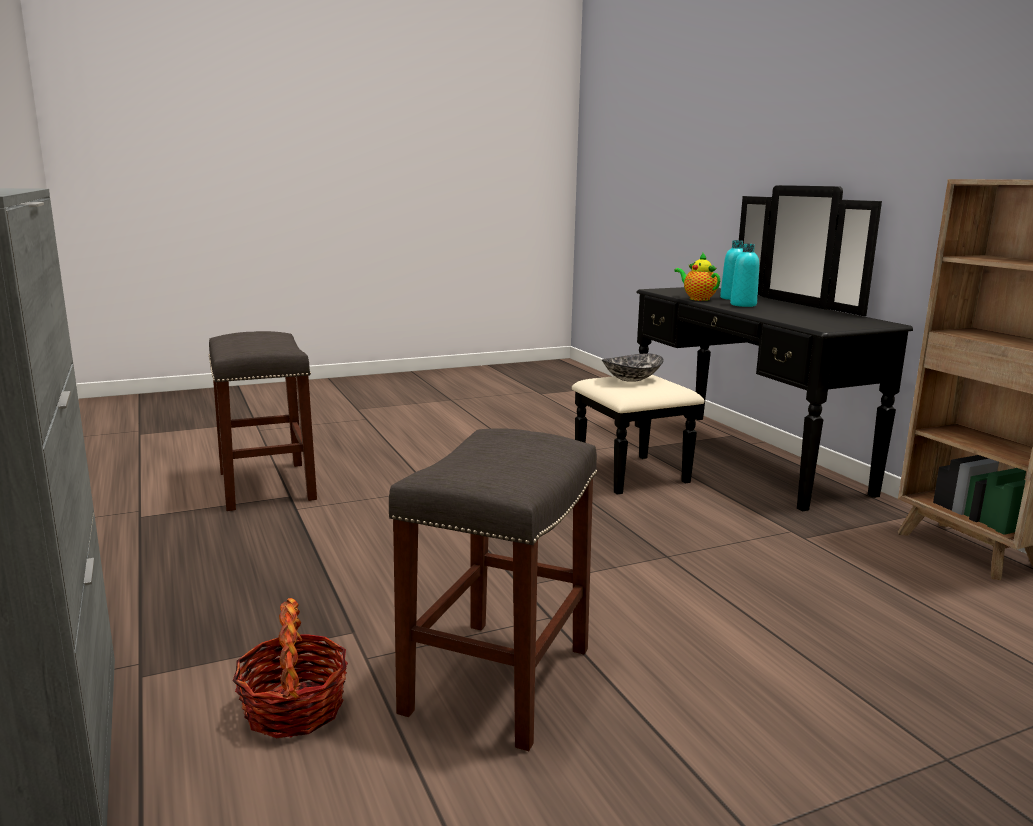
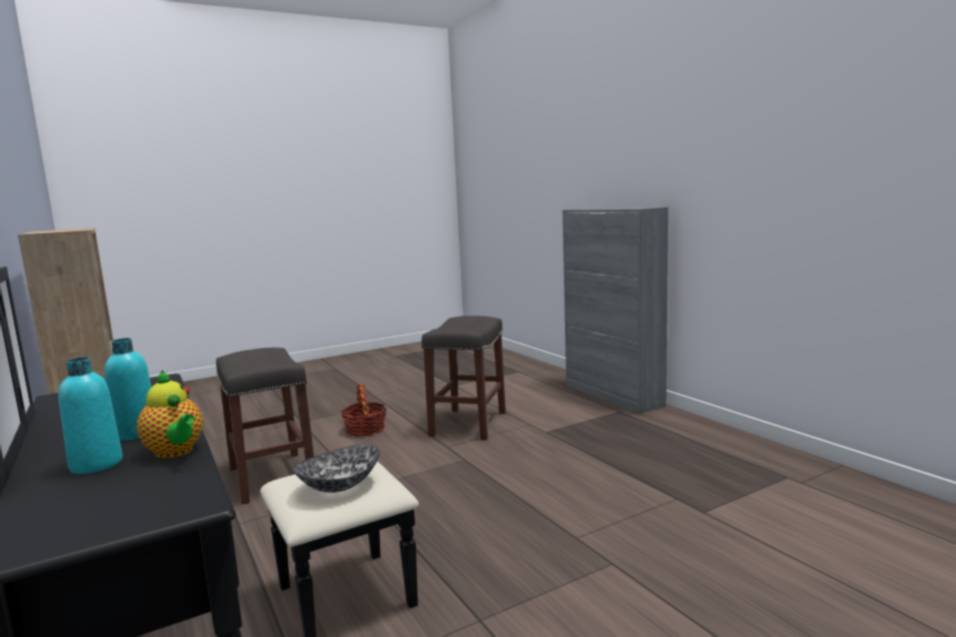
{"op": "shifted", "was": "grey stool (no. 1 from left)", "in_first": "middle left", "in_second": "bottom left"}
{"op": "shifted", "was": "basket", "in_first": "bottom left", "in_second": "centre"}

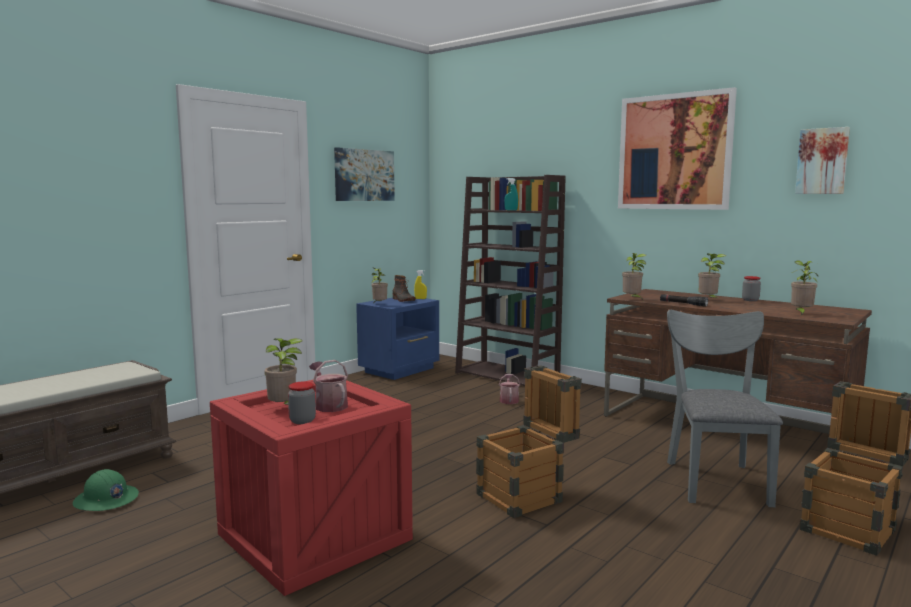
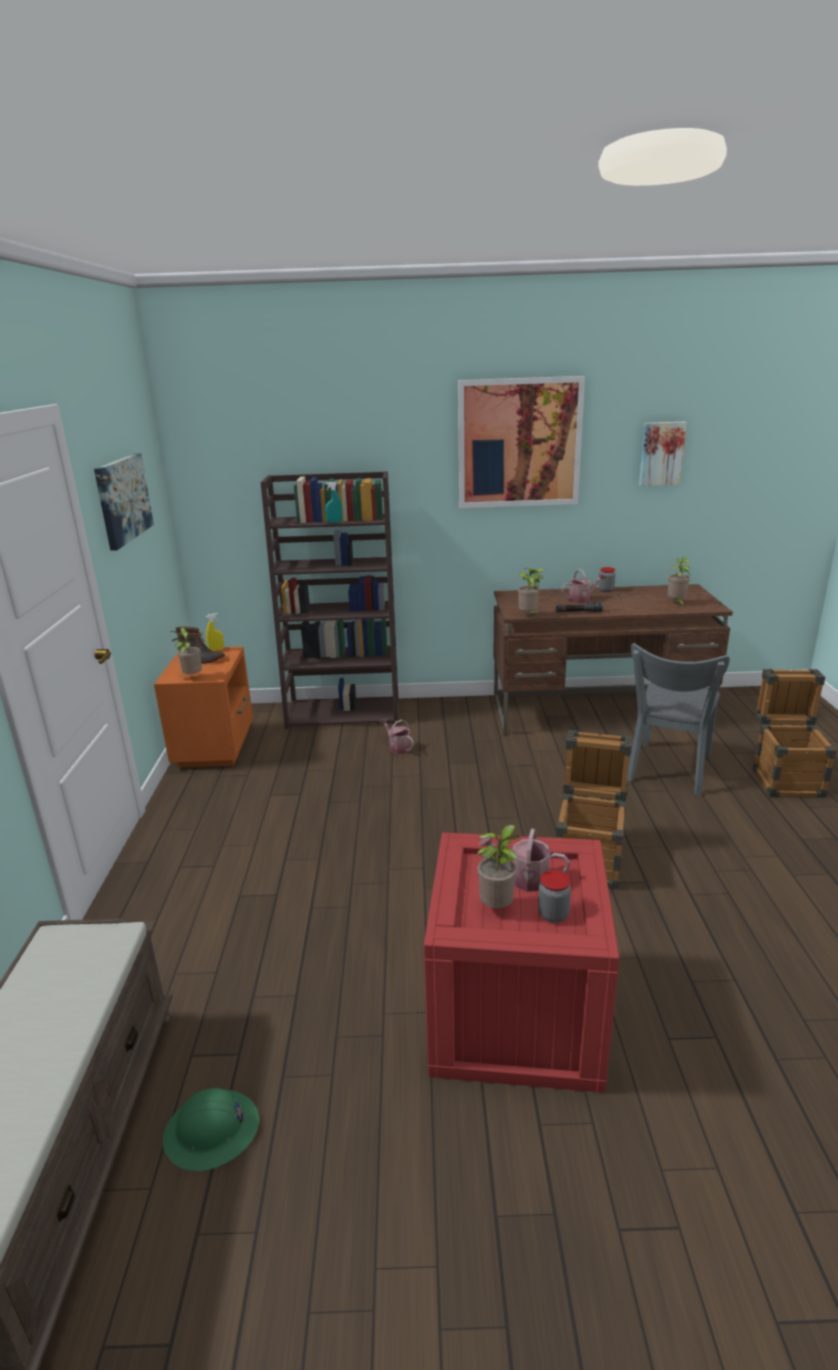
{"op": "repainted", "was": "blue nightstand", "now": "orange nightstand", "in_first": "centre", "in_second": "middle left"}
{"op": "swapped", "was": "potted plant (no. 4 from left)", "now": "watering can (no. 3 from left)", "in_first": "middle right", "in_second": "middle right"}
{"op": "rotated", "was": "grey chair", "in_first": "bottom right", "in_second": "middle right", "clockwise": -120}

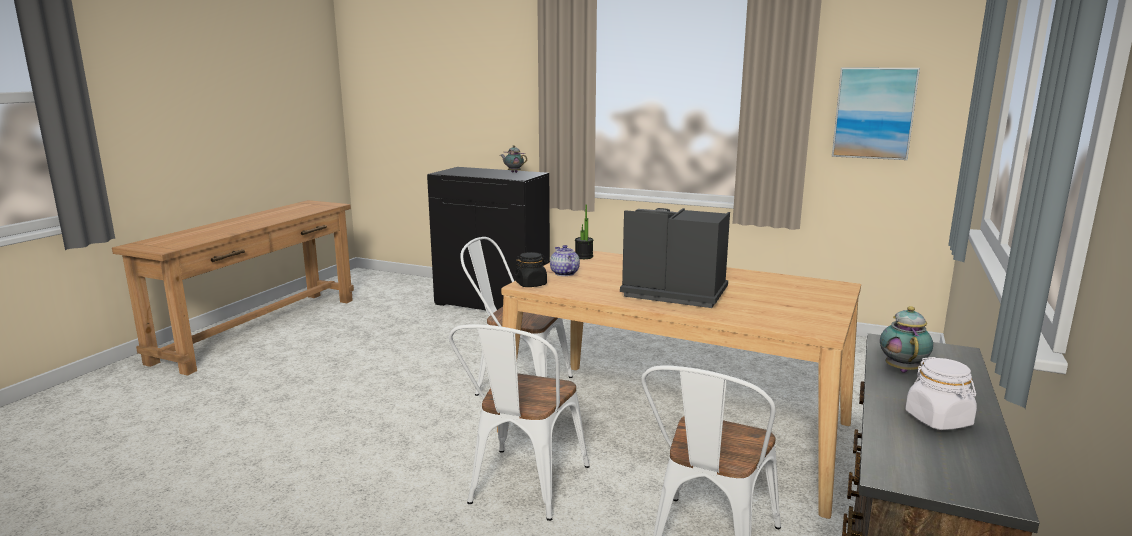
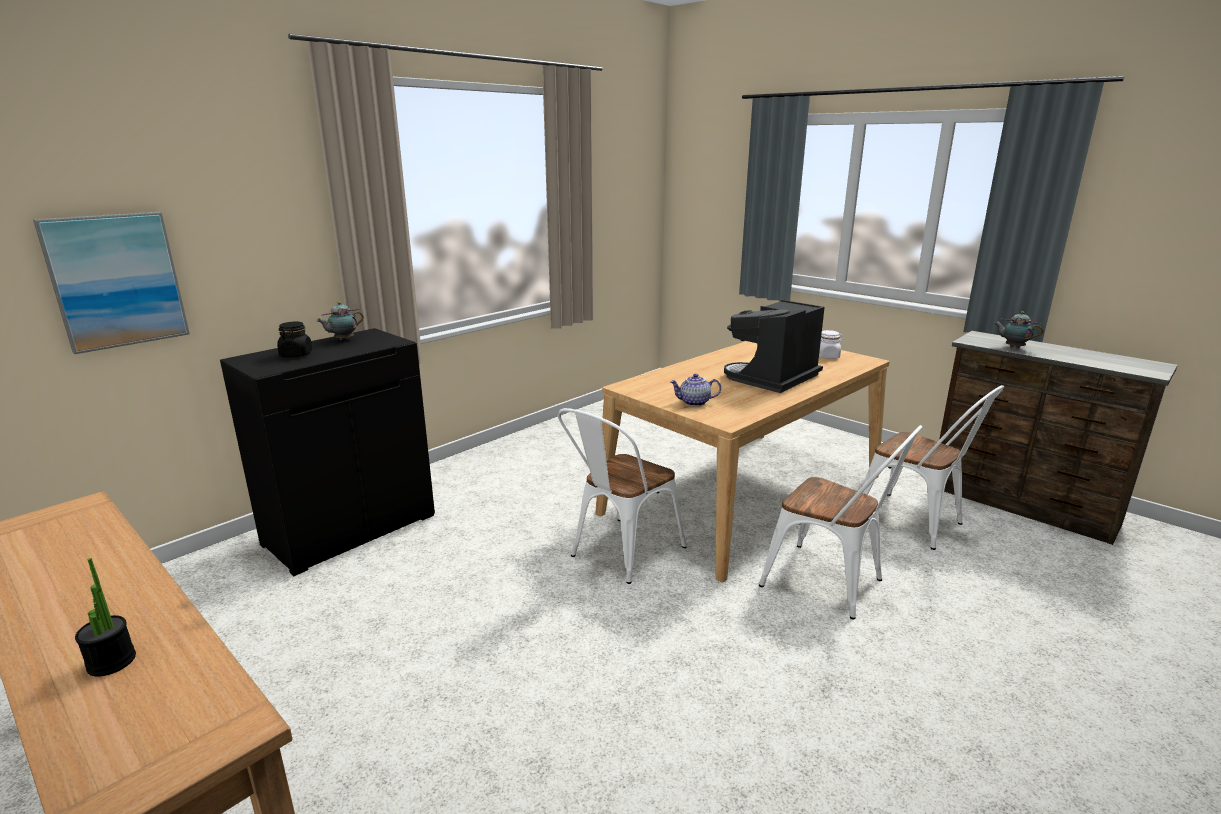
{"op": "shifted", "was": "picture", "in_first": "top right", "in_second": "middle left"}
{"op": "shifted", "was": "potted plant", "in_first": "centre", "in_second": "bottom left"}
{"op": "shifted", "was": "black jar", "in_first": "centre", "in_second": "middle left"}
{"op": "shifted", "was": "white jar", "in_first": "bottom right", "in_second": "middle right"}

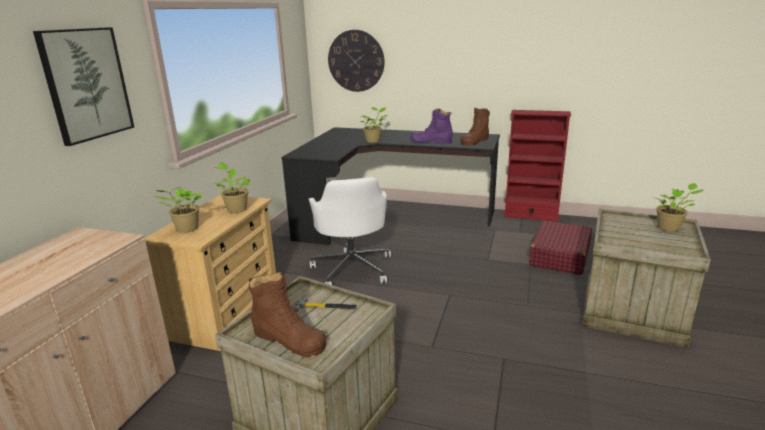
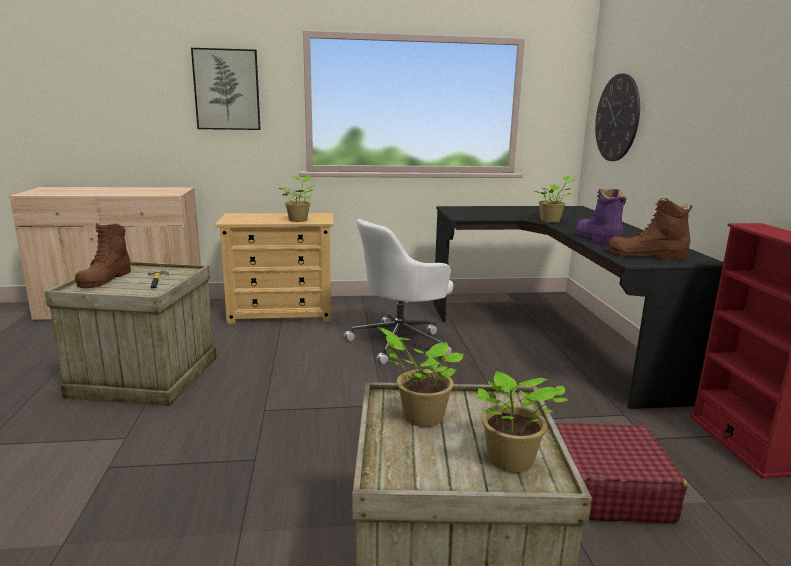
{"op": "shifted", "was": "potted plant (no. 1 from left in the first image)", "now": "potted plant (no. 2 from left)", "in_first": "middle left", "in_second": "centre"}

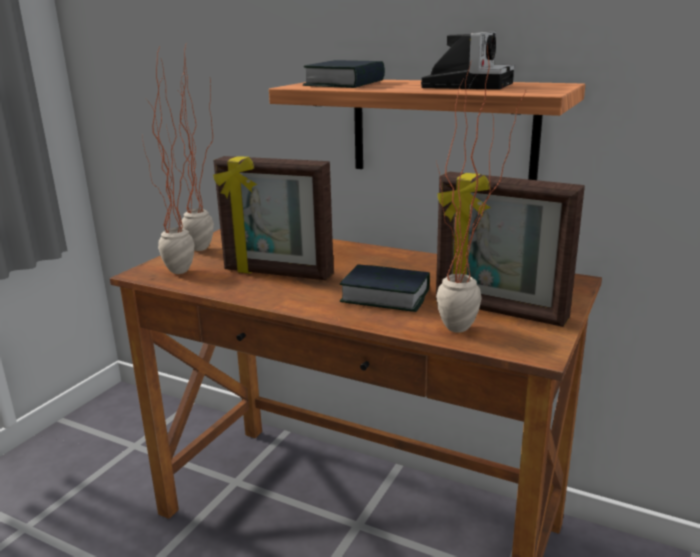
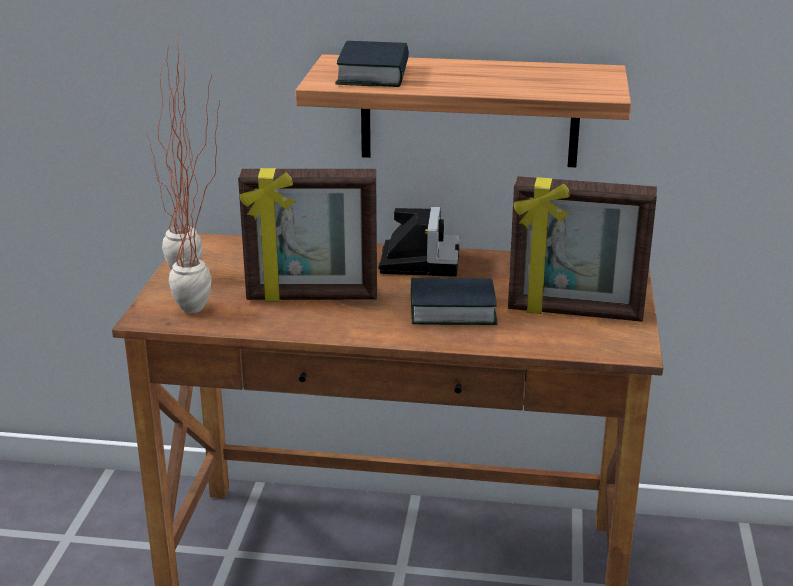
{"op": "shifted", "was": "photo camera", "in_first": "top right", "in_second": "centre"}
{"op": "gone", "was": "potted plant (no. 3 from left)", "in_first": "middle right"}

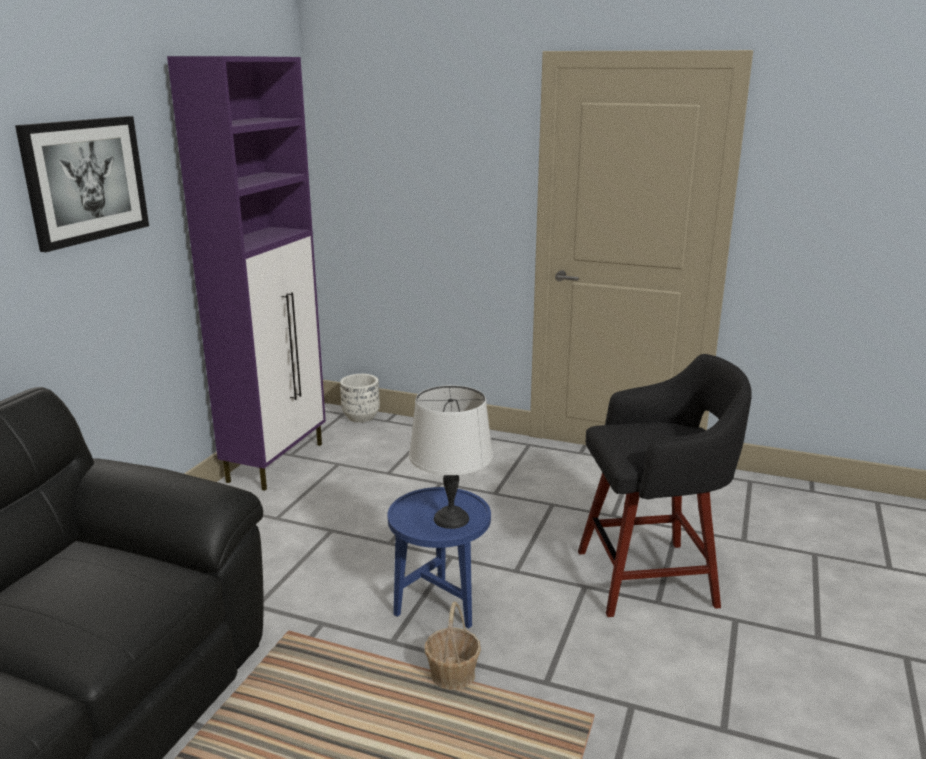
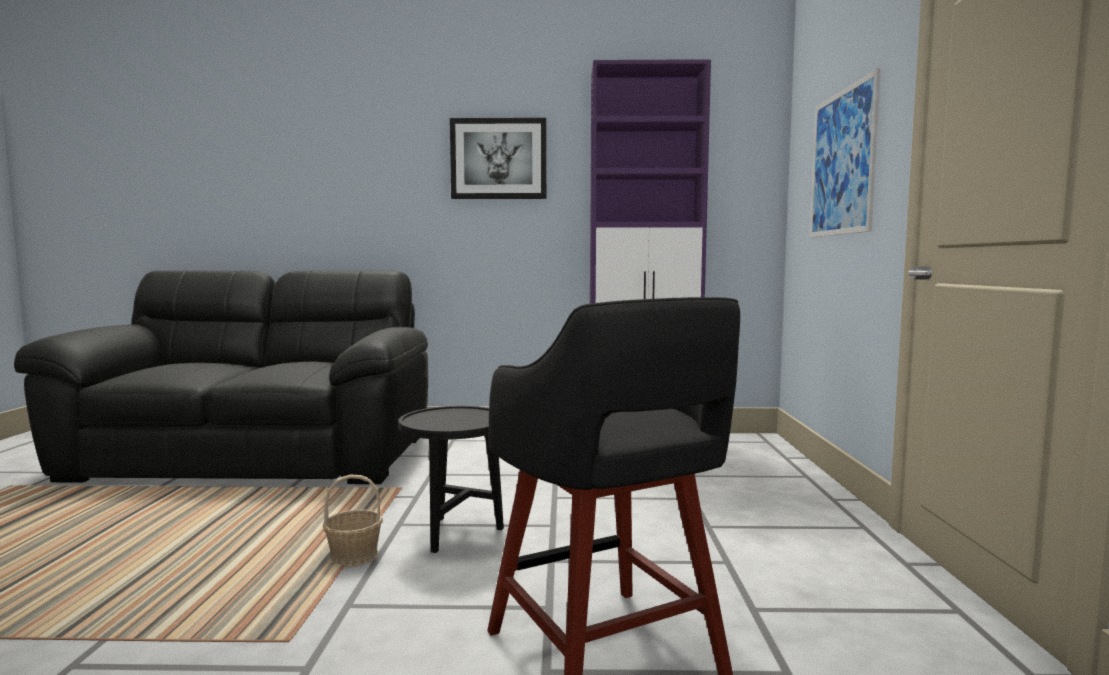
{"op": "repainted", "was": "blue side table", "now": "black side table", "in_first": "bottom centre", "in_second": "bottom centre"}
{"op": "new", "now": "picture (no. 2 from left)", "in_second": "top right"}
{"op": "gone", "was": "white planter", "in_first": "centre"}
{"op": "gone", "was": "white table lamp", "in_first": "centre"}

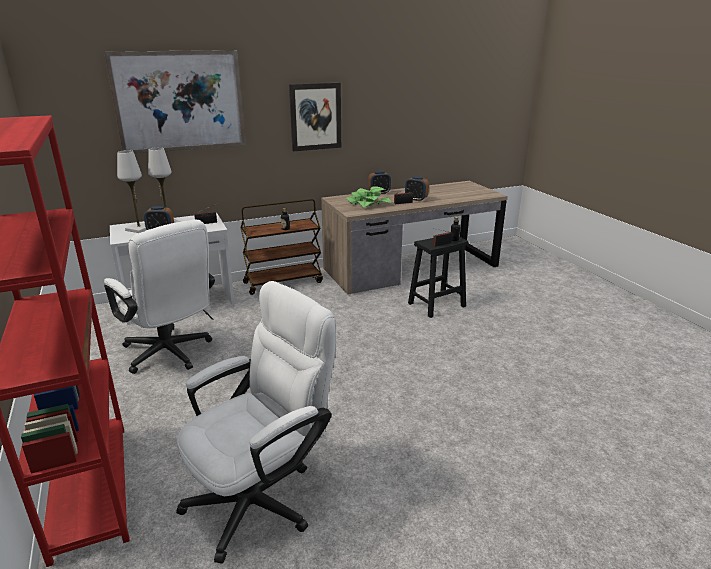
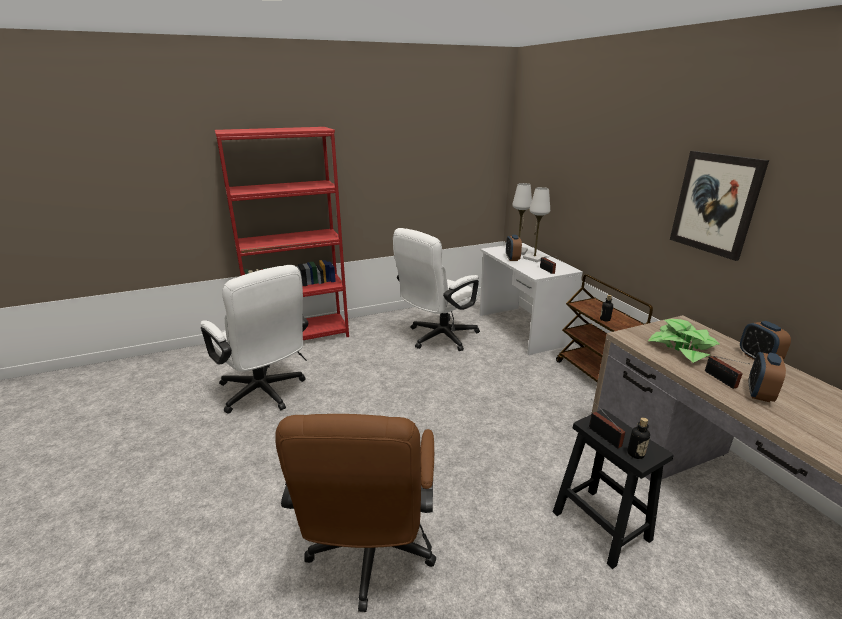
{"op": "new", "now": "brown office chair", "in_second": "bottom centre"}
{"op": "gone", "was": "picture (no. 1 from left)", "in_first": "top left"}

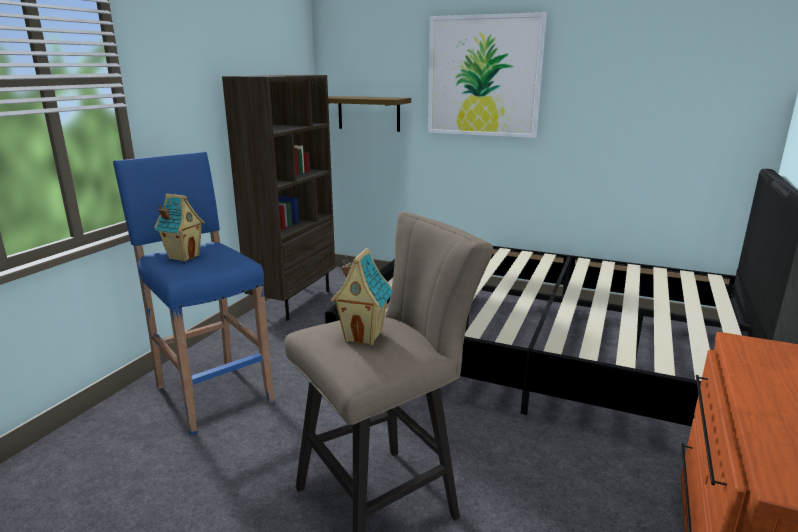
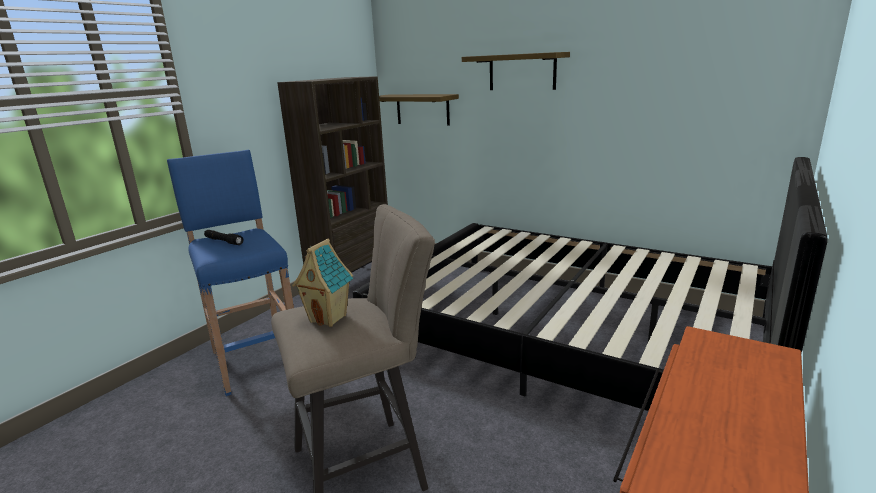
{"op": "swapped", "was": "toy house (no. 1 from left)", "now": "black flashlight", "in_first": "middle left", "in_second": "middle left"}
{"op": "swapped", "was": "picture", "now": "shelf (no. 2 from left)", "in_first": "top centre", "in_second": "top centre"}

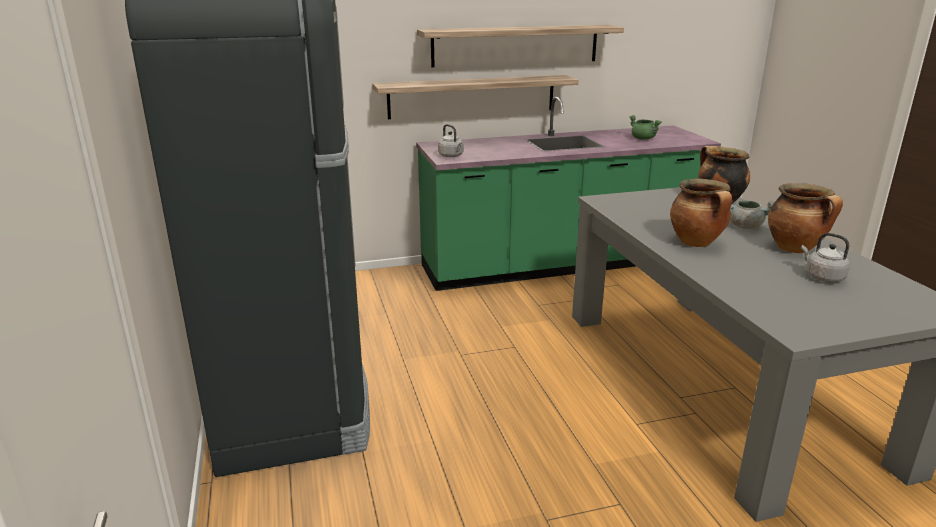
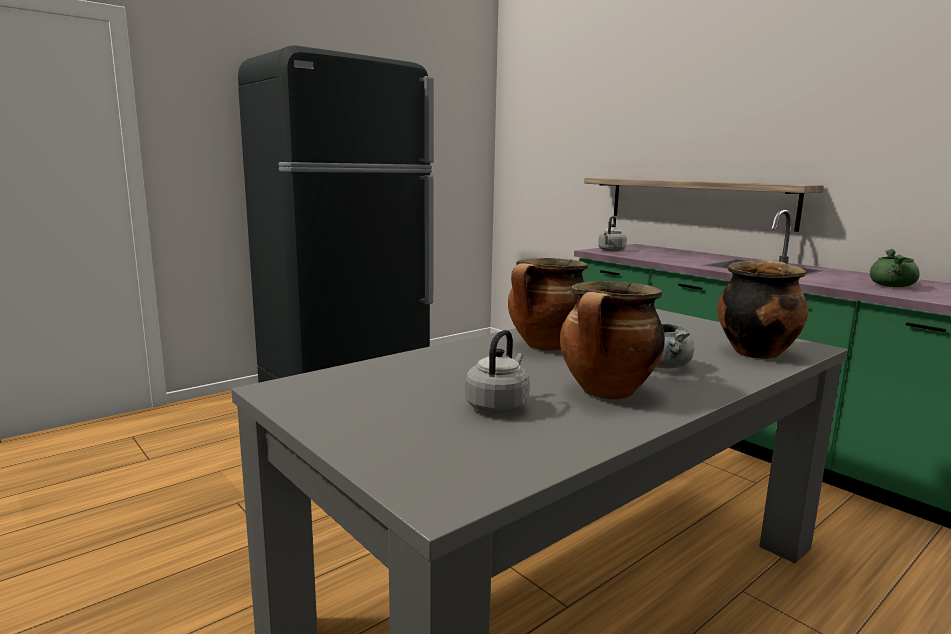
{"op": "gone", "was": "shelf (no. 2 from left)", "in_first": "top centre"}

